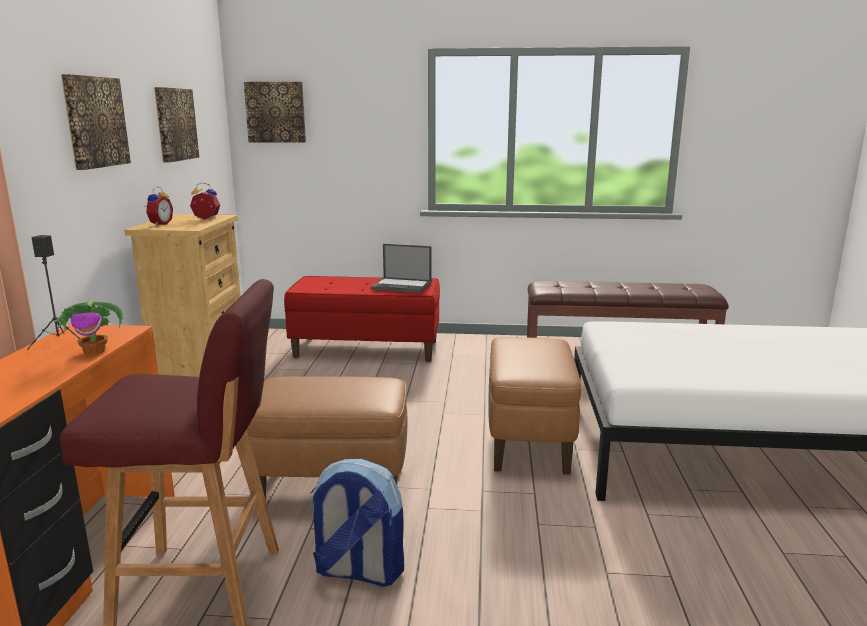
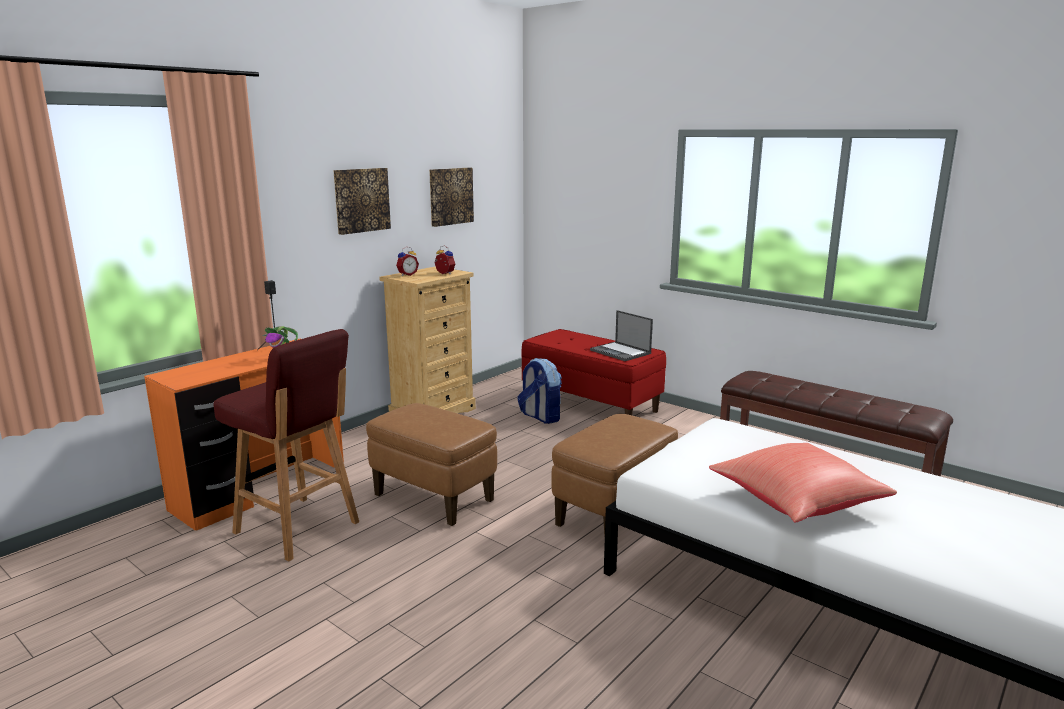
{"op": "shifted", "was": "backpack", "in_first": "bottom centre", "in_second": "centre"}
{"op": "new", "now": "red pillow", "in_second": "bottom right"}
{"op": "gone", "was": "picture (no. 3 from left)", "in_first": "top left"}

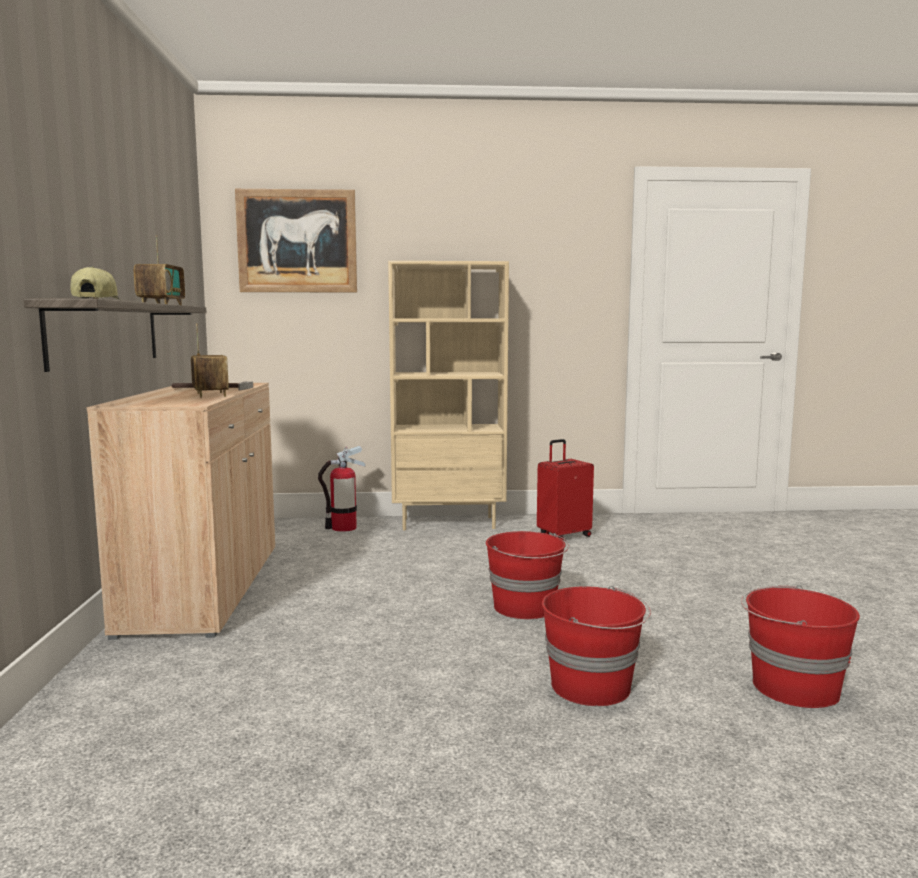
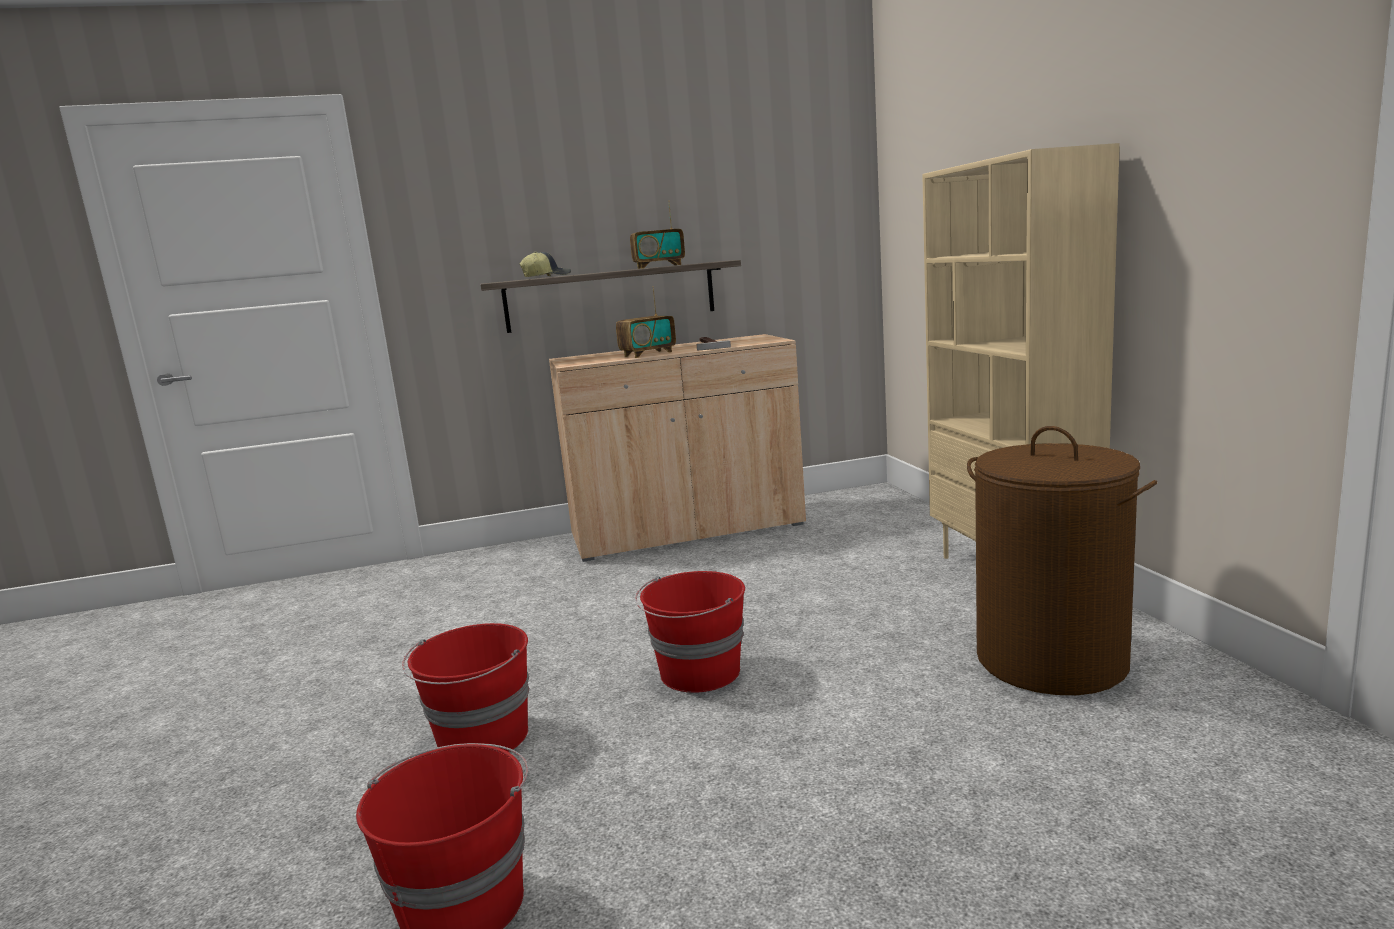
{"op": "swapped", "was": "red suitcase", "now": "brown laundry basket", "in_first": "centre", "in_second": "middle right"}
{"op": "gone", "was": "picture", "in_first": "top left"}
{"op": "gone", "was": "fire extinguisher", "in_first": "centre"}

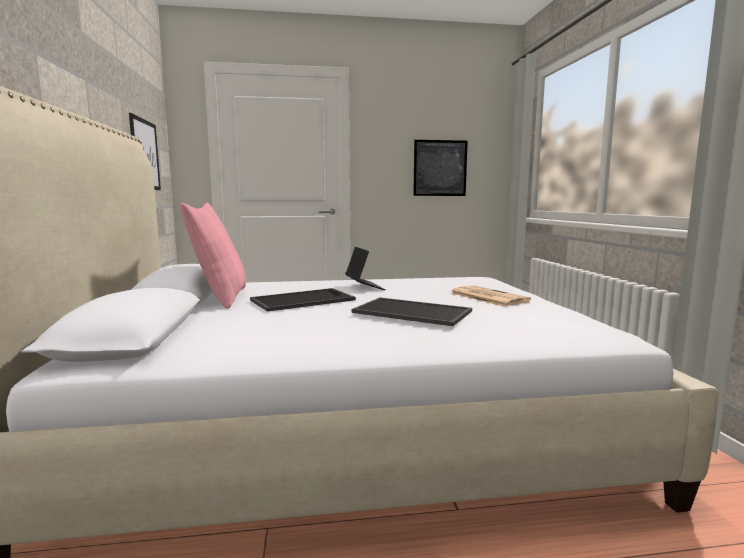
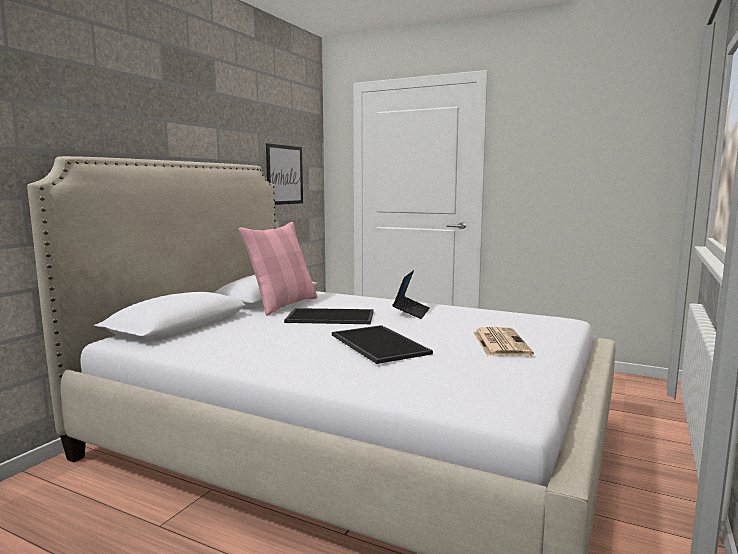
{"op": "gone", "was": "picture (no. 2 from left)", "in_first": "top centre"}

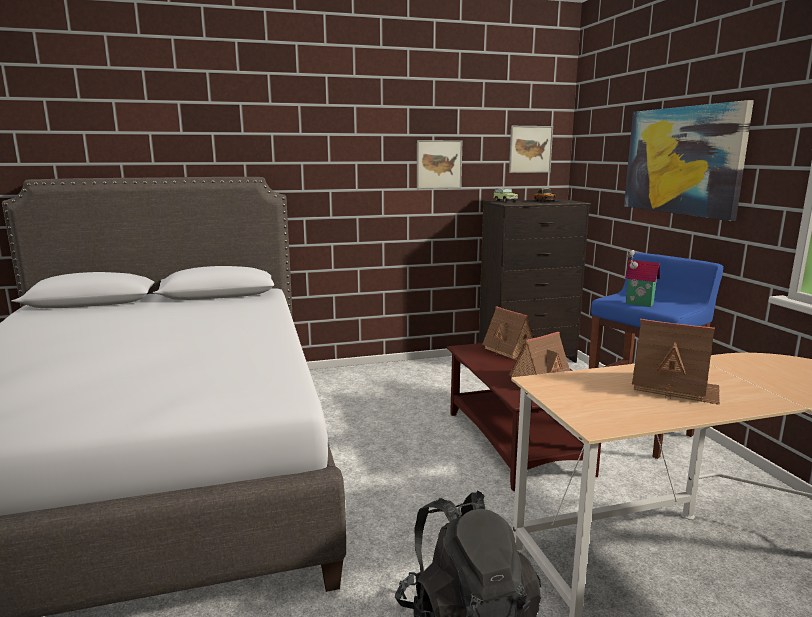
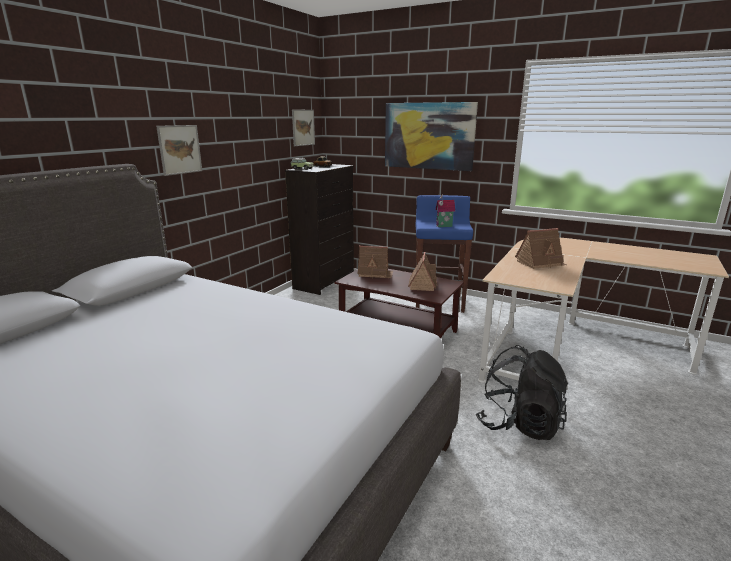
{"op": "shifted", "was": "picture (no. 1 from left)", "in_first": "top centre", "in_second": "top left"}

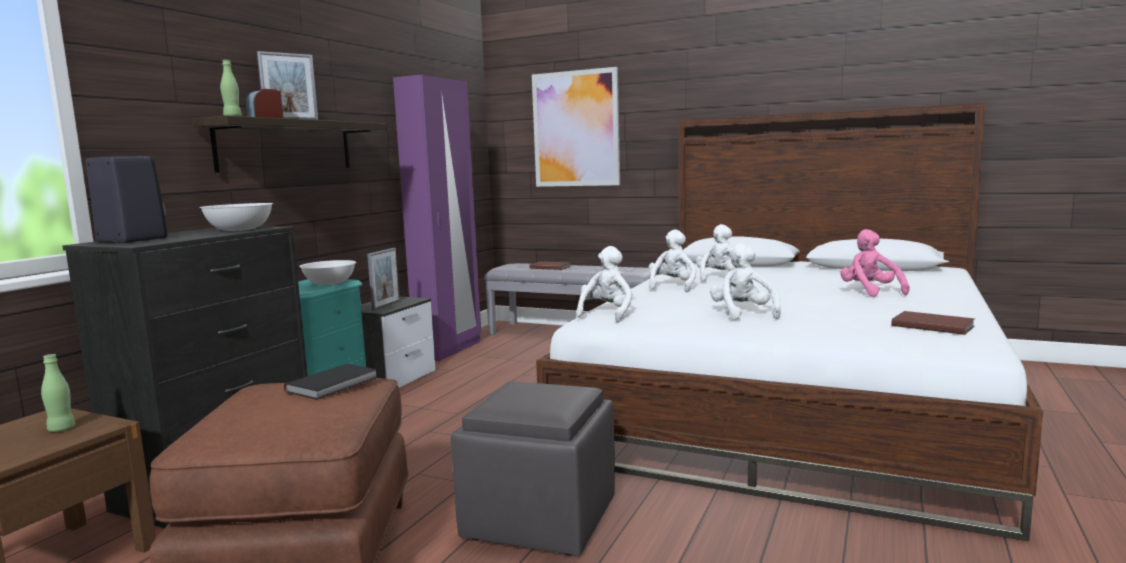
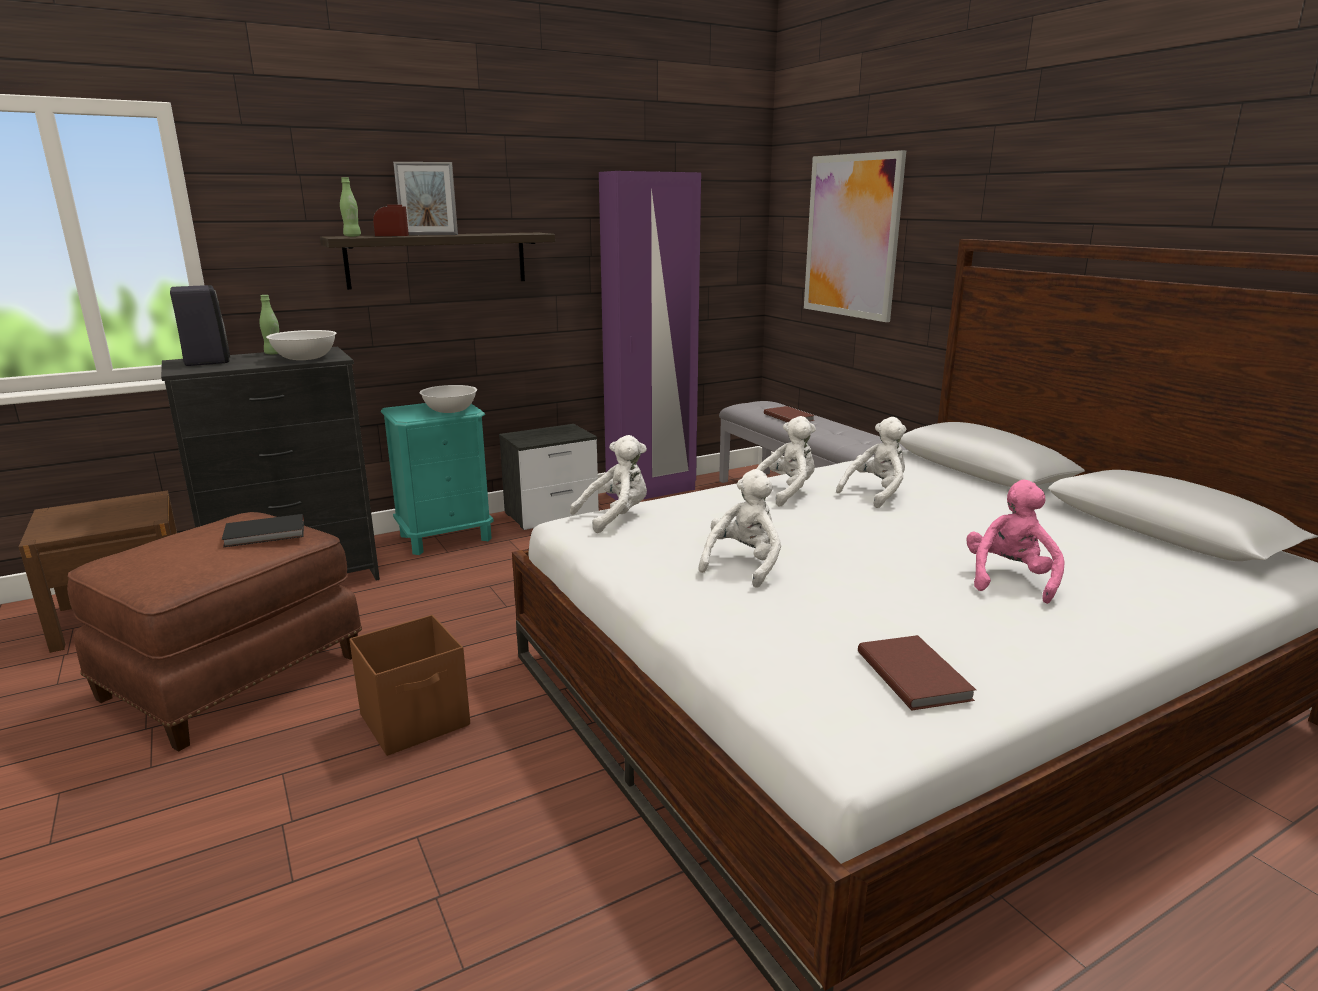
{"op": "shifted", "was": "green bottle (no. 1 from left)", "in_first": "bottom left", "in_second": "top left"}
{"op": "swapped", "was": "grey ottoman", "now": "brown storage box", "in_first": "bottom centre", "in_second": "bottom left"}
{"op": "gone", "was": "picture frame (no. 2 from left)", "in_first": "centre"}

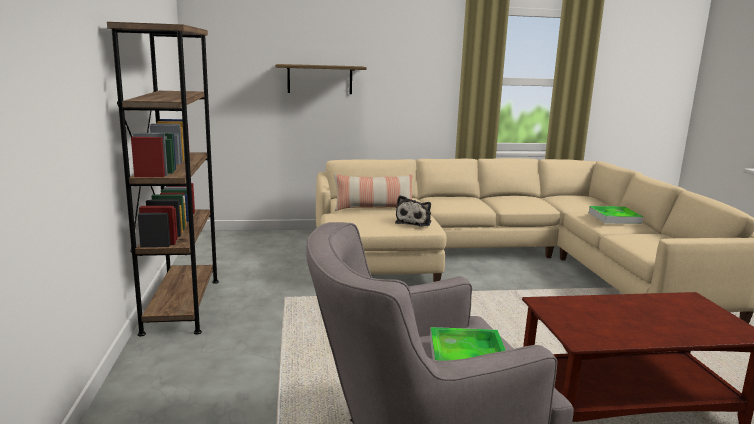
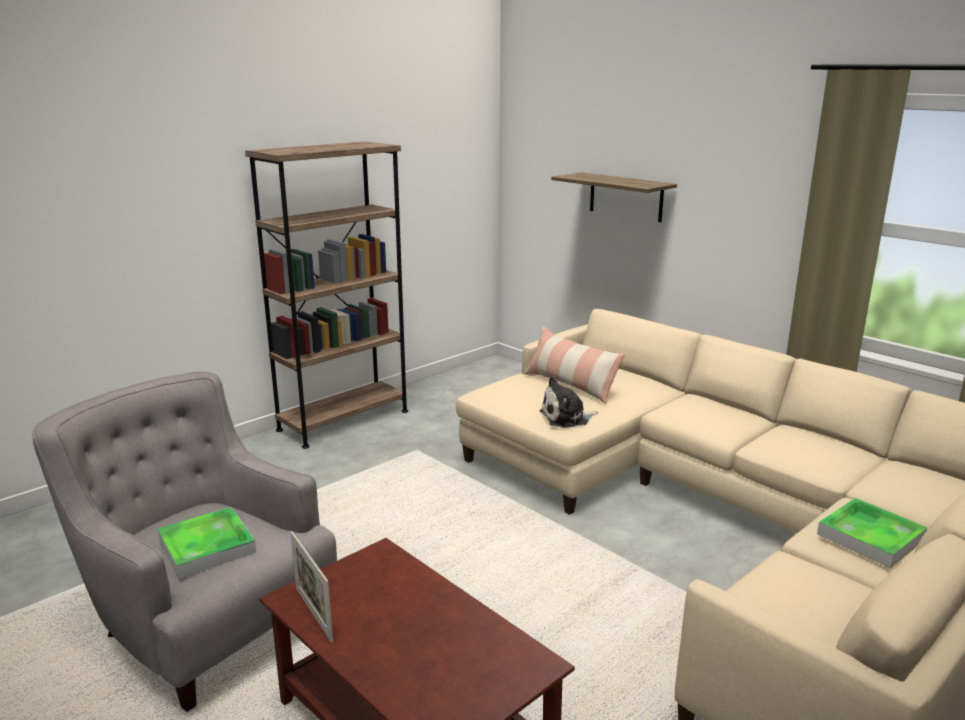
{"op": "new", "now": "picture frame", "in_second": "bottom left"}

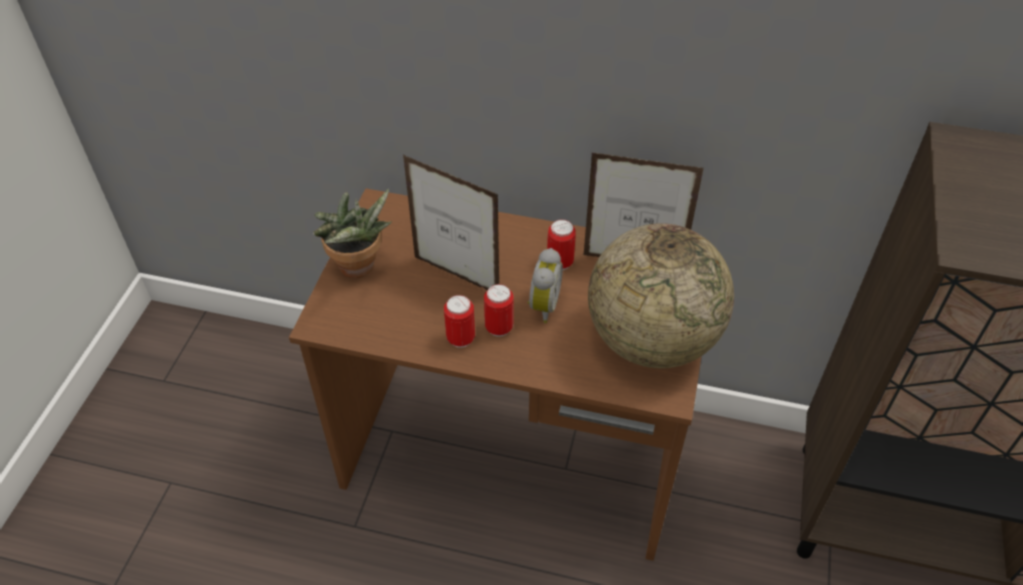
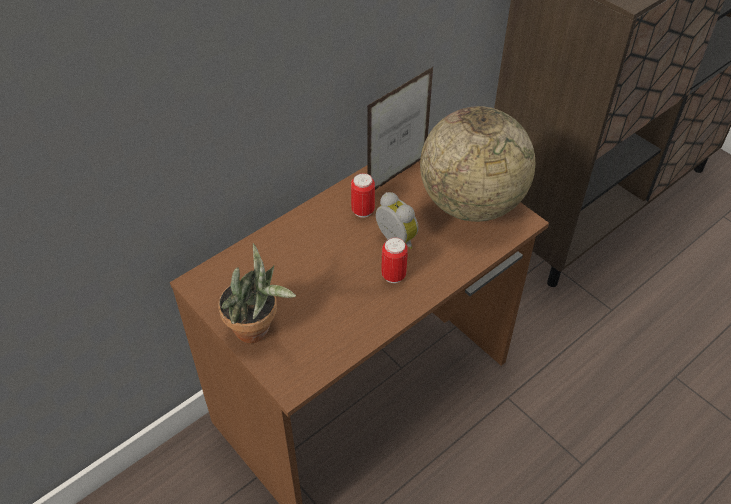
{"op": "gone", "was": "picture frame (no. 1 from left)", "in_first": "centre"}
{"op": "gone", "was": "can (no. 1 from left)", "in_first": "centre"}

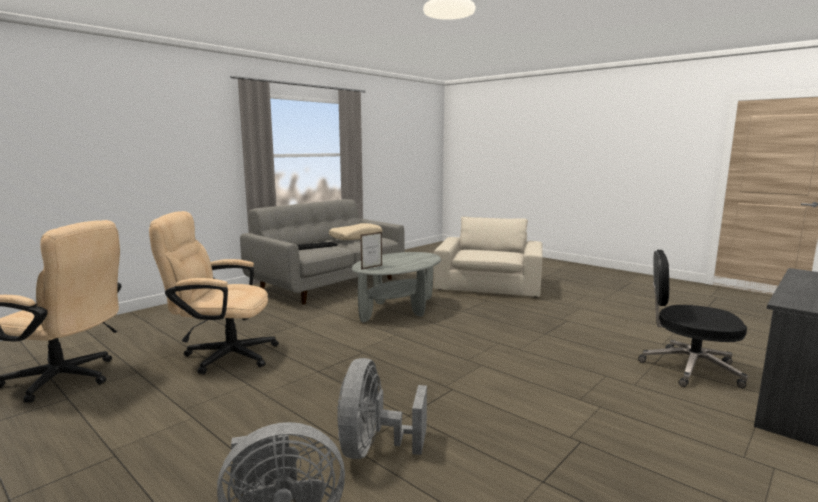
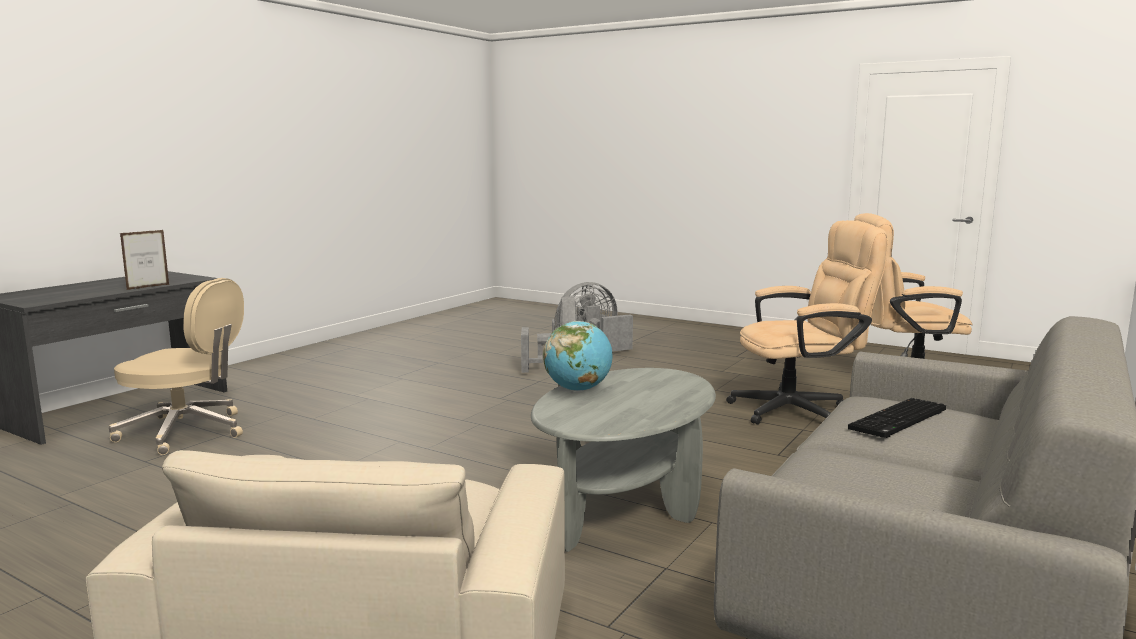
{"op": "repainted", "was": "black office chair", "now": "beige office chair (no. 1 from left)", "in_first": "middle right", "in_second": "middle left"}
{"op": "shifted", "was": "picture frame", "in_first": "centre", "in_second": "middle left"}
{"op": "new", "now": "globe", "in_second": "centre"}
{"op": "gone", "was": "beige pillow", "in_first": "centre"}

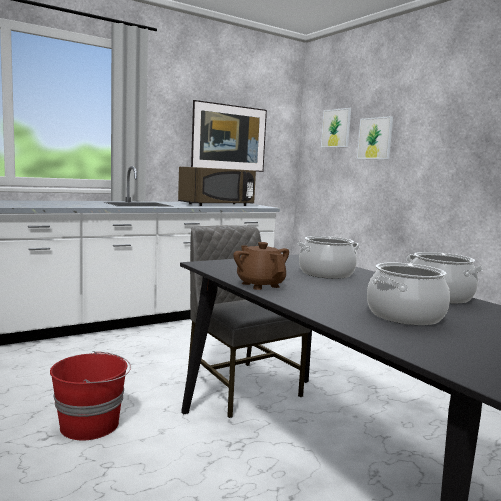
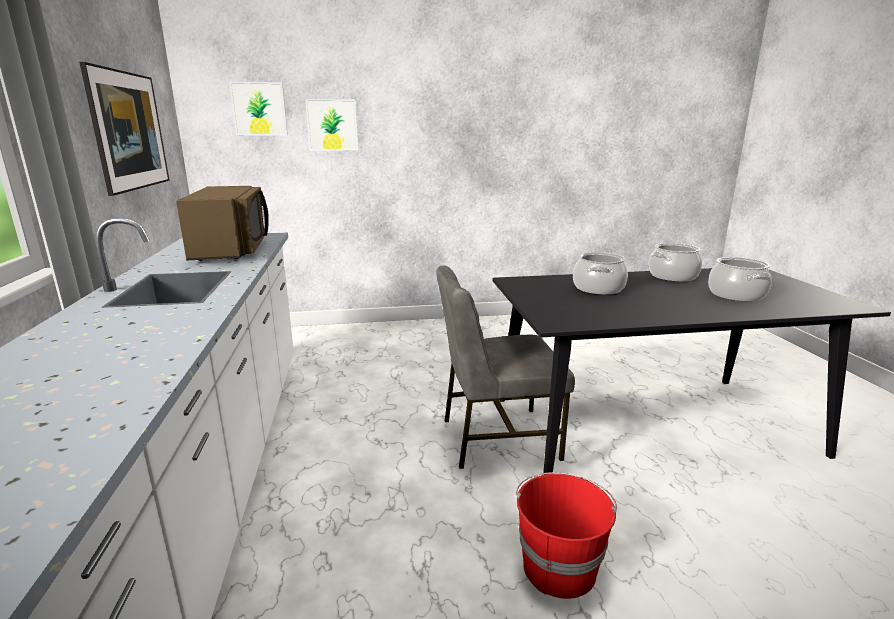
{"op": "gone", "was": "brown teapot", "in_first": "centre"}

